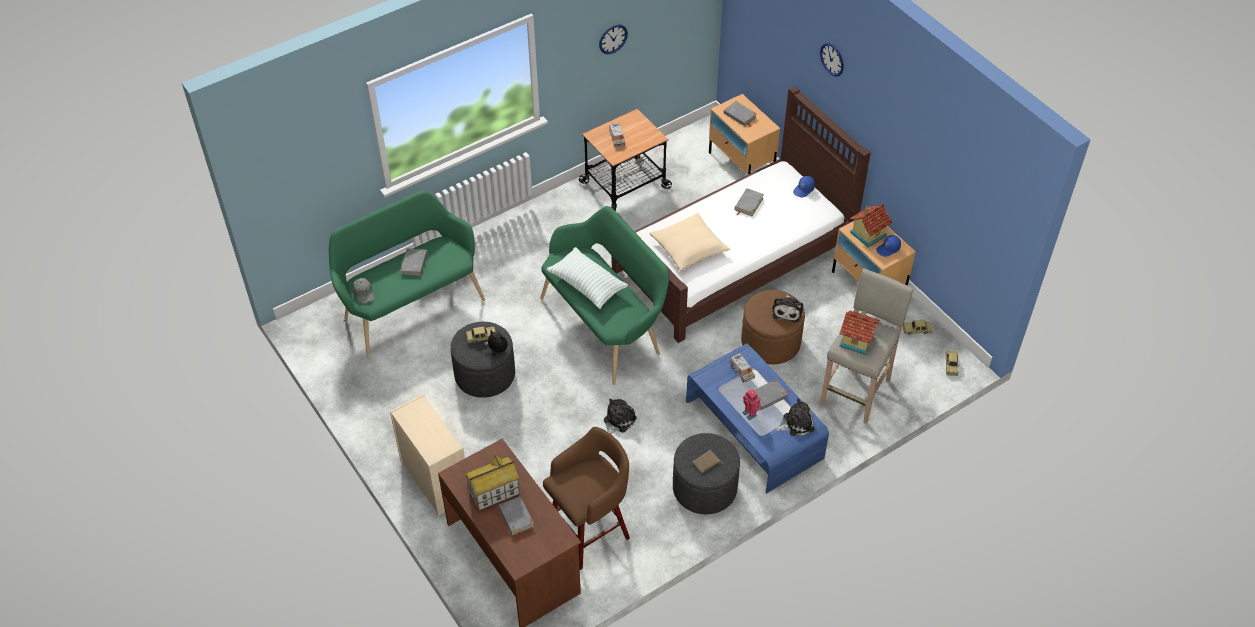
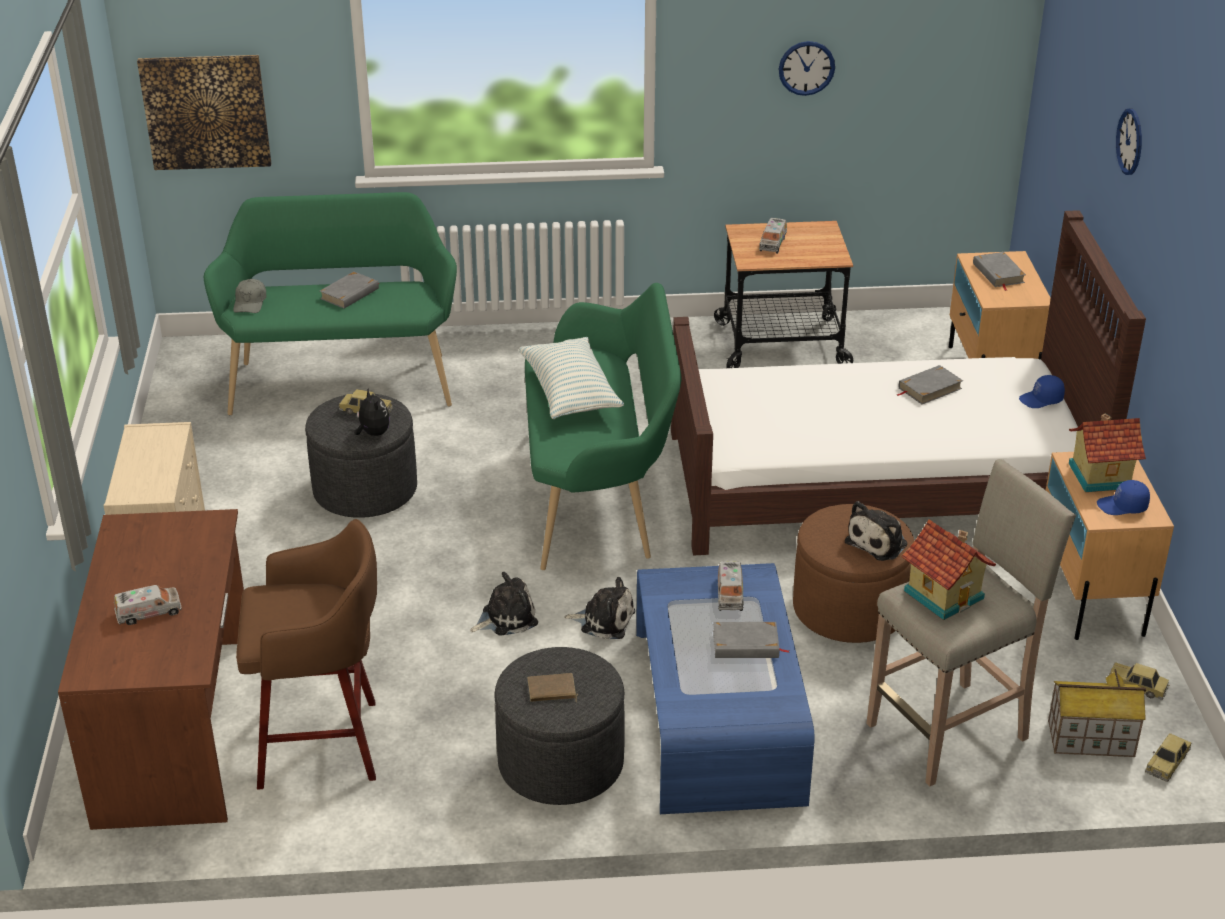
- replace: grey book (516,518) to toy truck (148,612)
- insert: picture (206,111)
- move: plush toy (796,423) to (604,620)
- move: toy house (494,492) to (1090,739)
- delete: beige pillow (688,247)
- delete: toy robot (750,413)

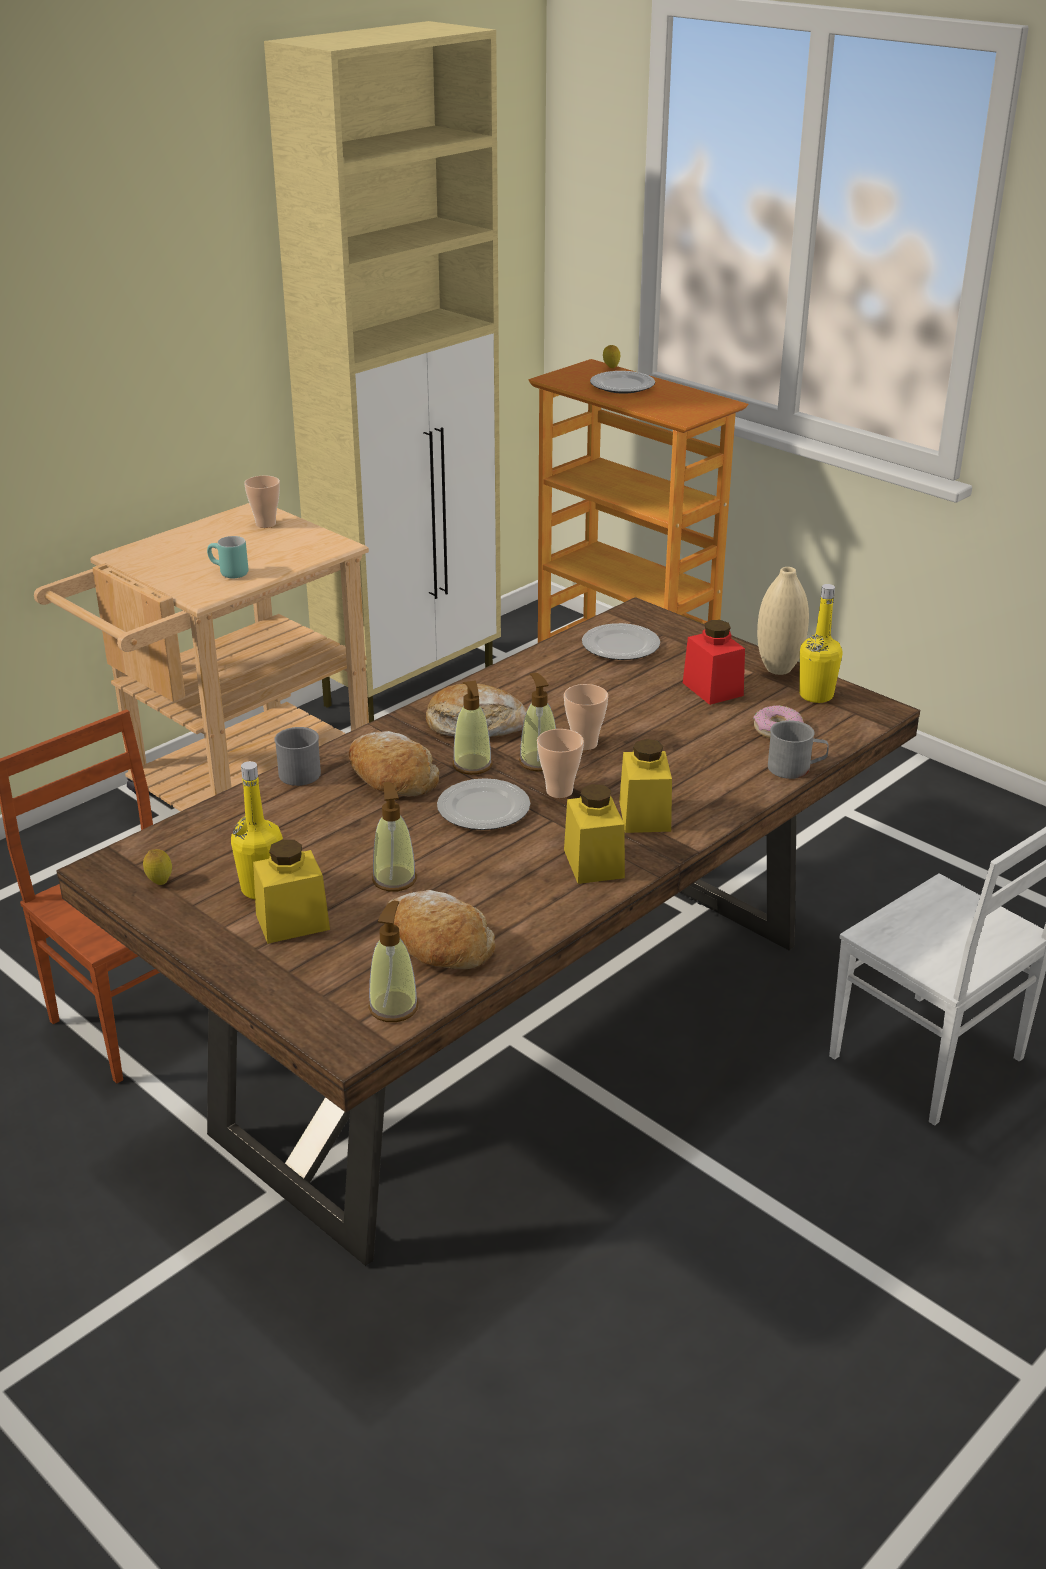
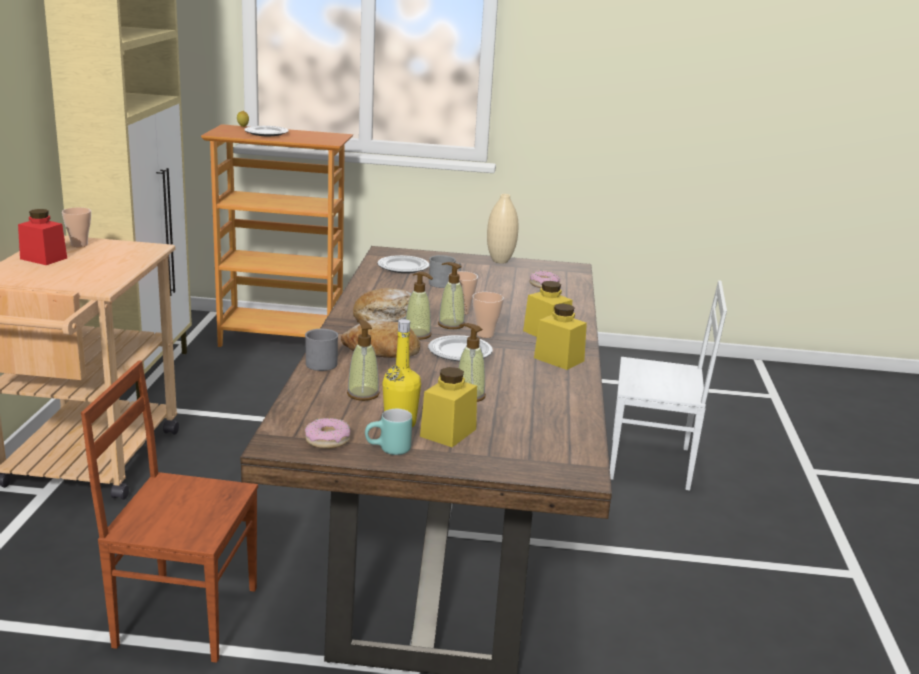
- move: red jar (712,689) to (43,258)
- replace: lemon (160,882) to donut (327,440)
- move: soap dispenser (393,1007) to (363,394)
- move: turquoise mug (227,573) to (388,451)
- move: grey mug (796,768) to (445,283)
- delete: bread (437,945)
- delete: yellow bottle (816,695)

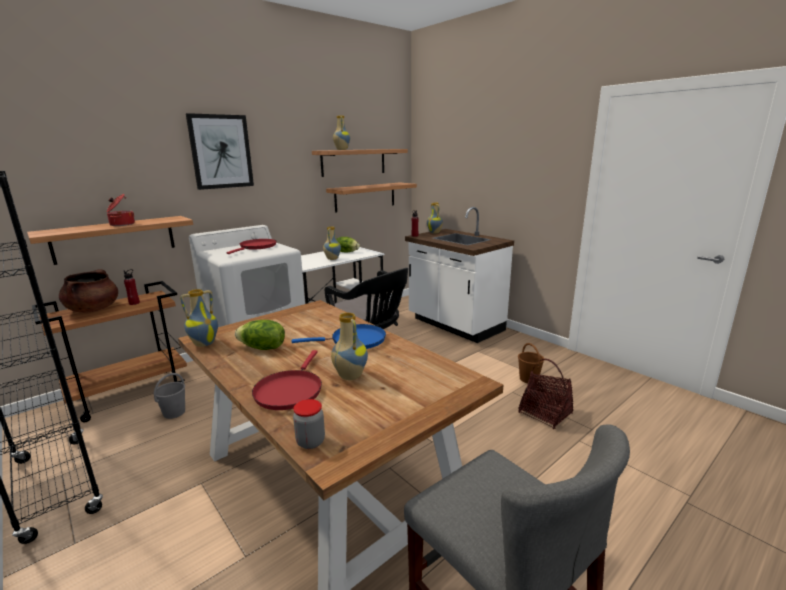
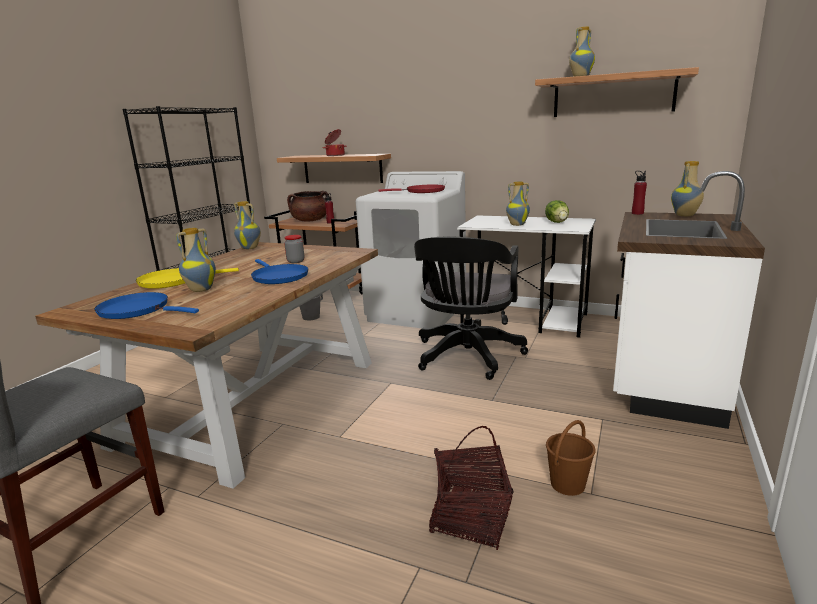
- insert: blue frying pan (138,310)
- recolor: red frying pan (289,391) to yellow frying pan (173,281)
- move: jar (310,442) to (295,261)
- delete: picture (221,152)
- delete: lettuce (262,348)
- delete: shelf (365,197)

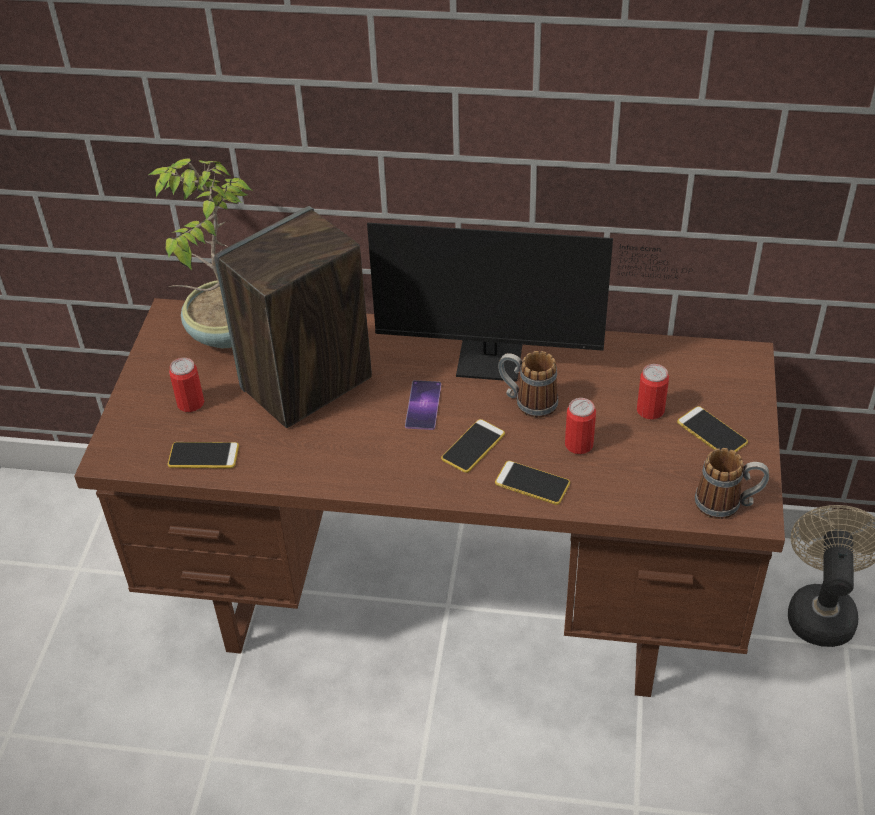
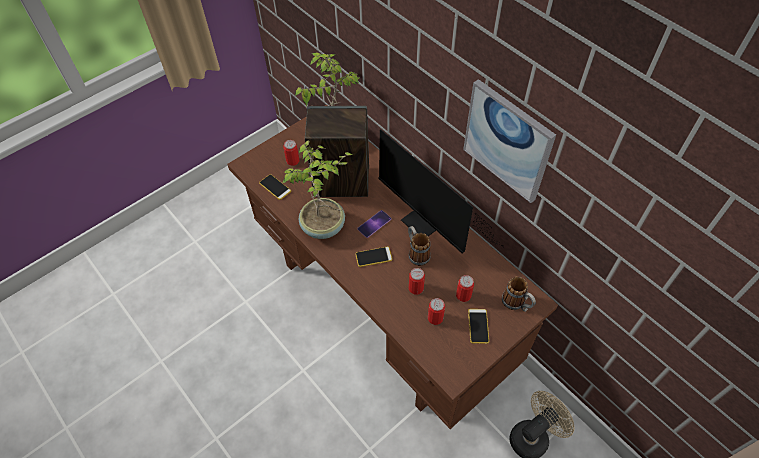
- insert: potted plant (324,227)
- insert: can (435,318)
- insert: picture (507,141)
- move: mug (727,504) to (516,304)
- delete: phone (532,483)

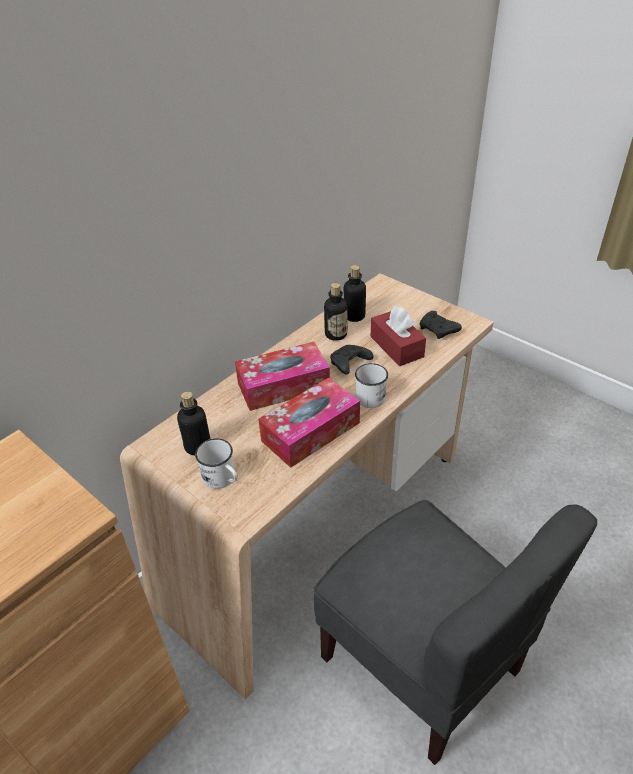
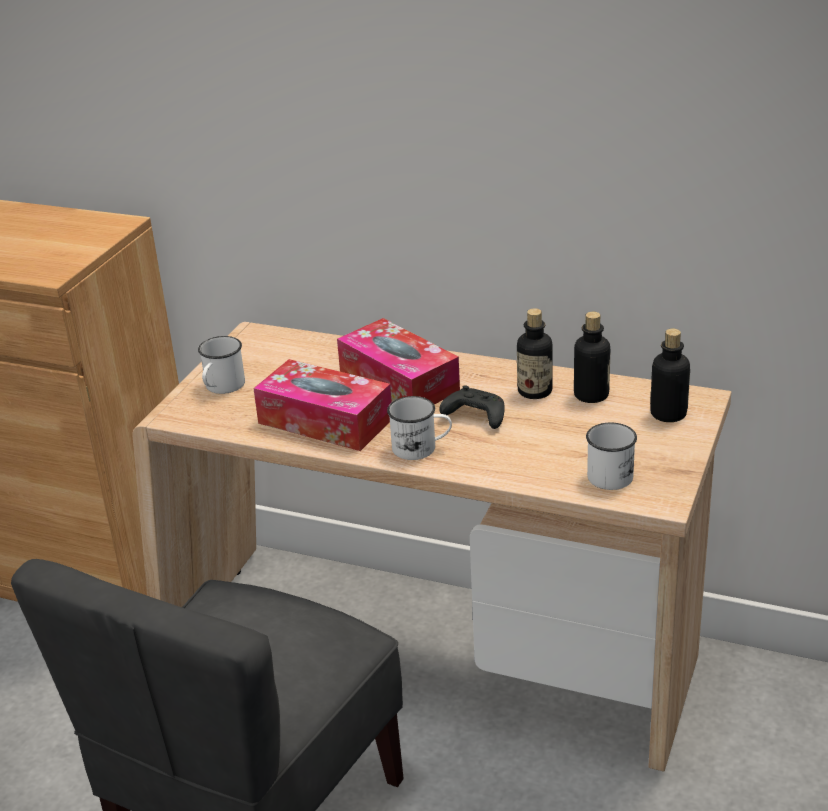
- replace: black game controller (438,330) to white mug (612,473)
- move: bottle (197,446) to (668,414)
- delete: red tissue box (396,347)

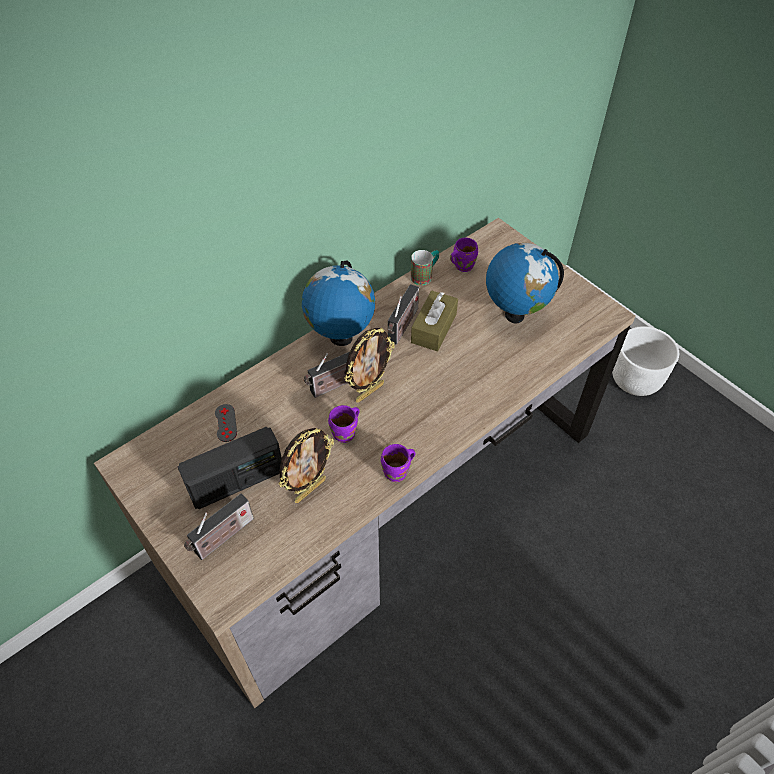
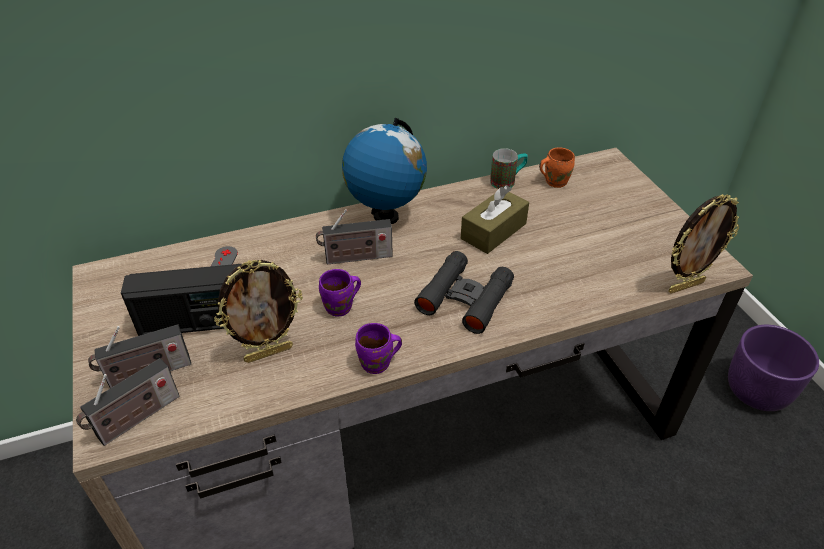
- move: radio (402,327) to (136,419)
- insert: black binoculars (465,298)
- recolor: purple mug (462,265) to orange mug (554,181)
- move: picture frame (369,392) to (685,286)
- recolor: white planter (635,379) to purple planter (756,390)
- delete: globe (514,314)

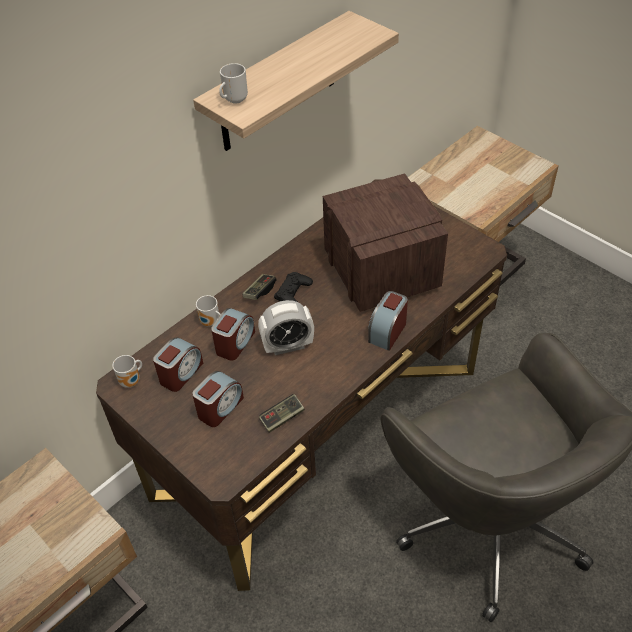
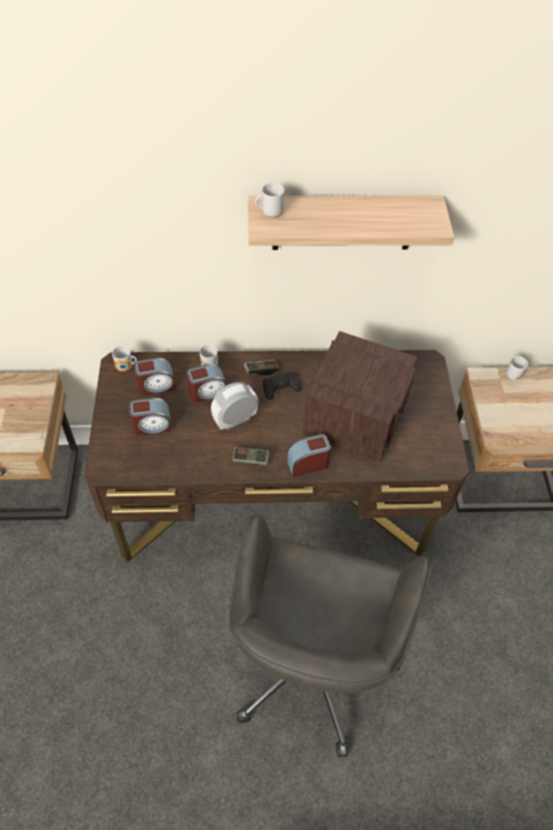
- rotate: alarm clock (288,346) = (235,420) 120 degrees clockwise
- move: game controller (282,417) to (251,460)
- insert: mug (513,375)

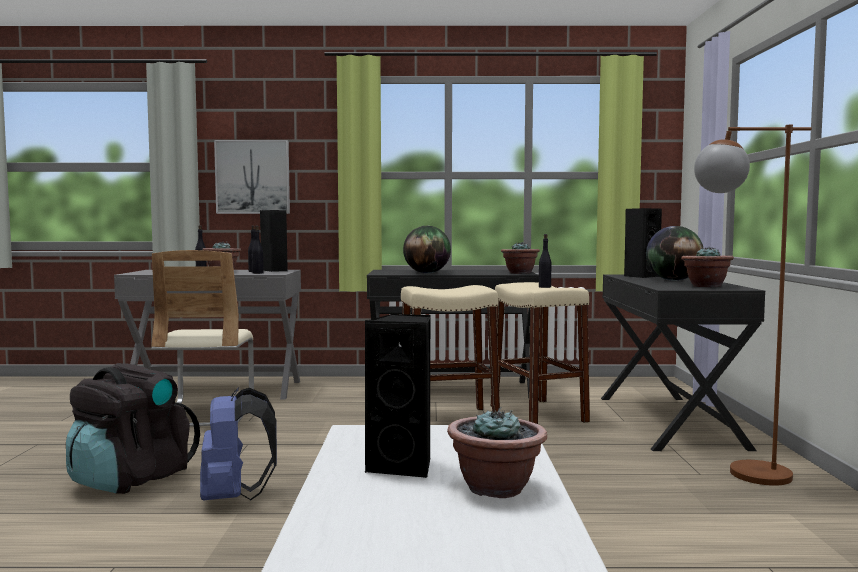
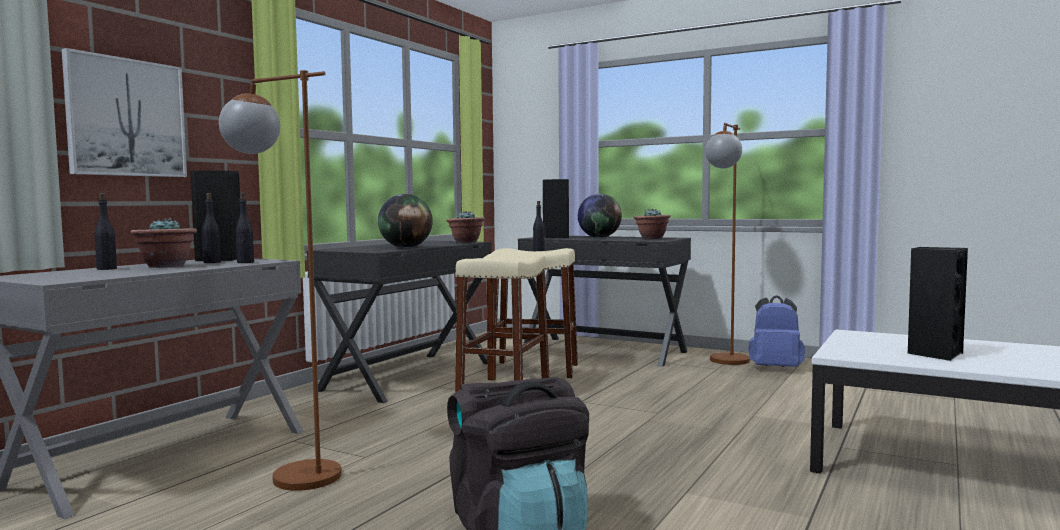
- replace: beige chair (206,414) to brown floor lamp (288,473)
- move: blue backpack (233,497) to (775,368)
- delete: potted plant (496,488)

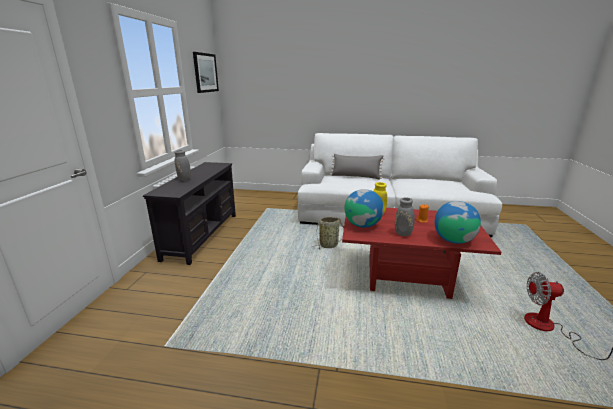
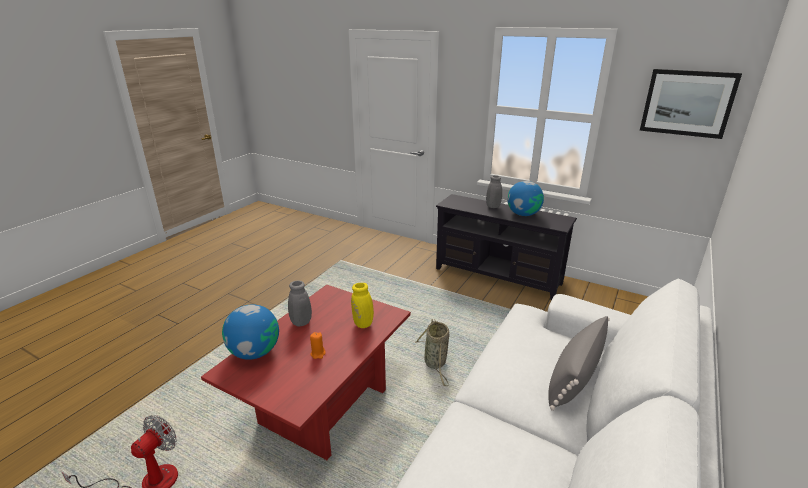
- move: globe (362,225) to (523,214)

